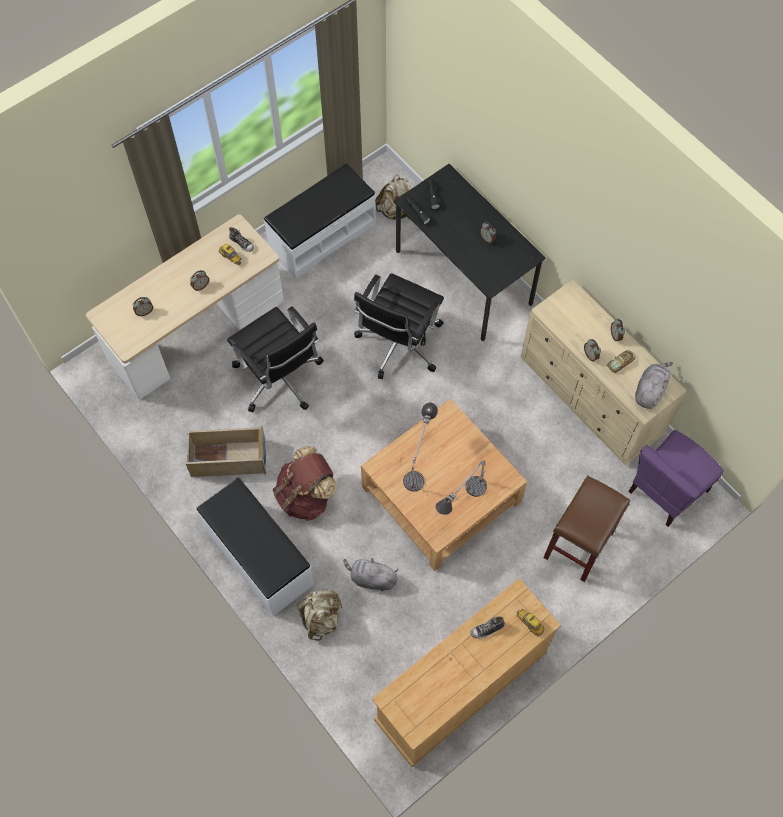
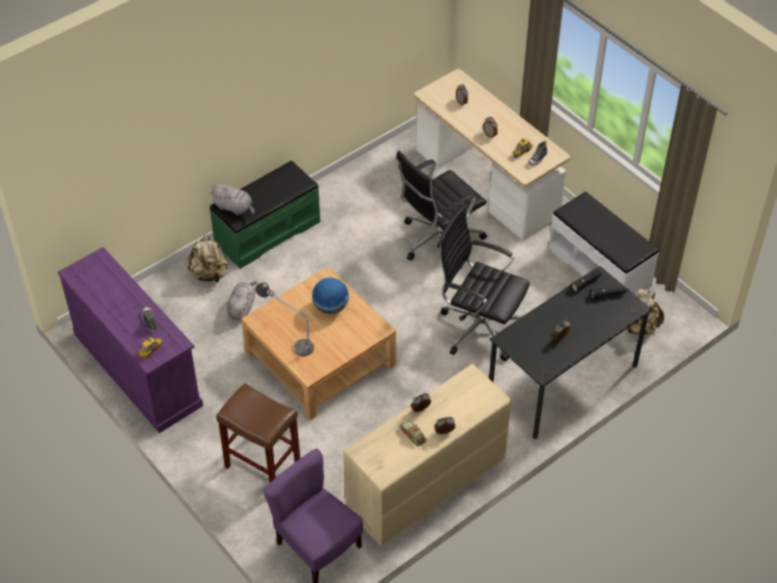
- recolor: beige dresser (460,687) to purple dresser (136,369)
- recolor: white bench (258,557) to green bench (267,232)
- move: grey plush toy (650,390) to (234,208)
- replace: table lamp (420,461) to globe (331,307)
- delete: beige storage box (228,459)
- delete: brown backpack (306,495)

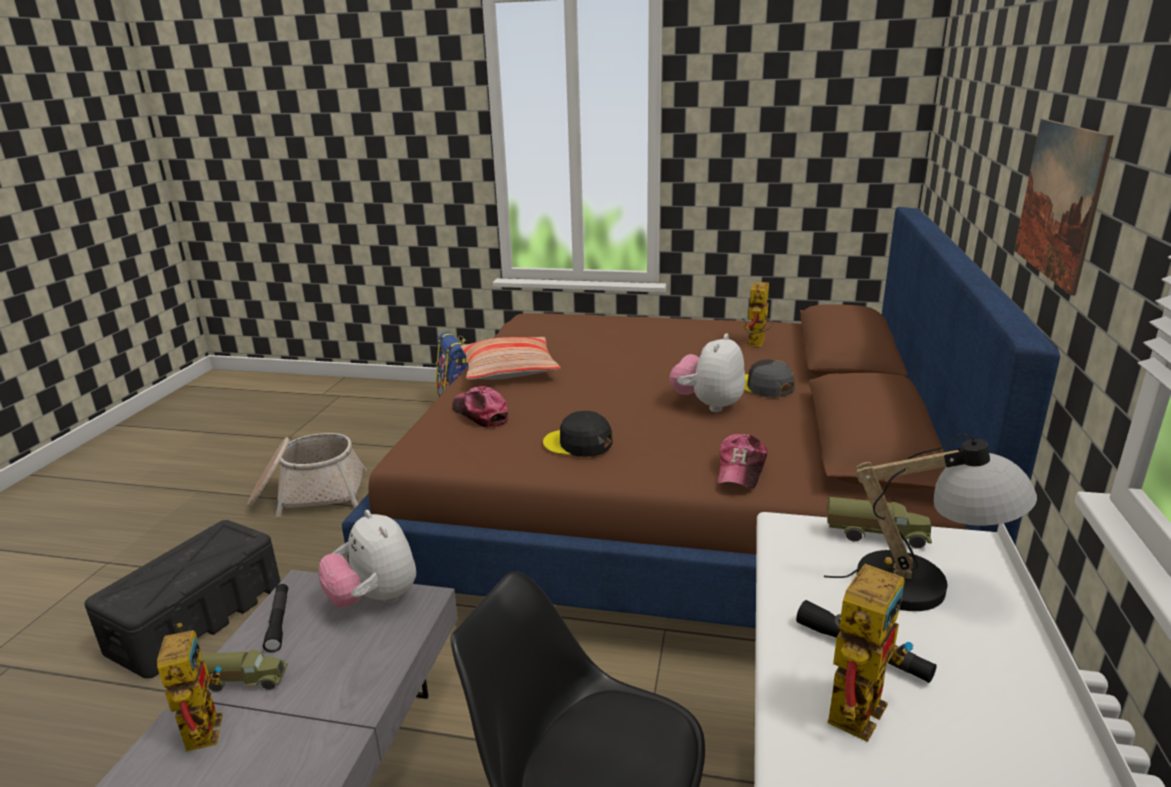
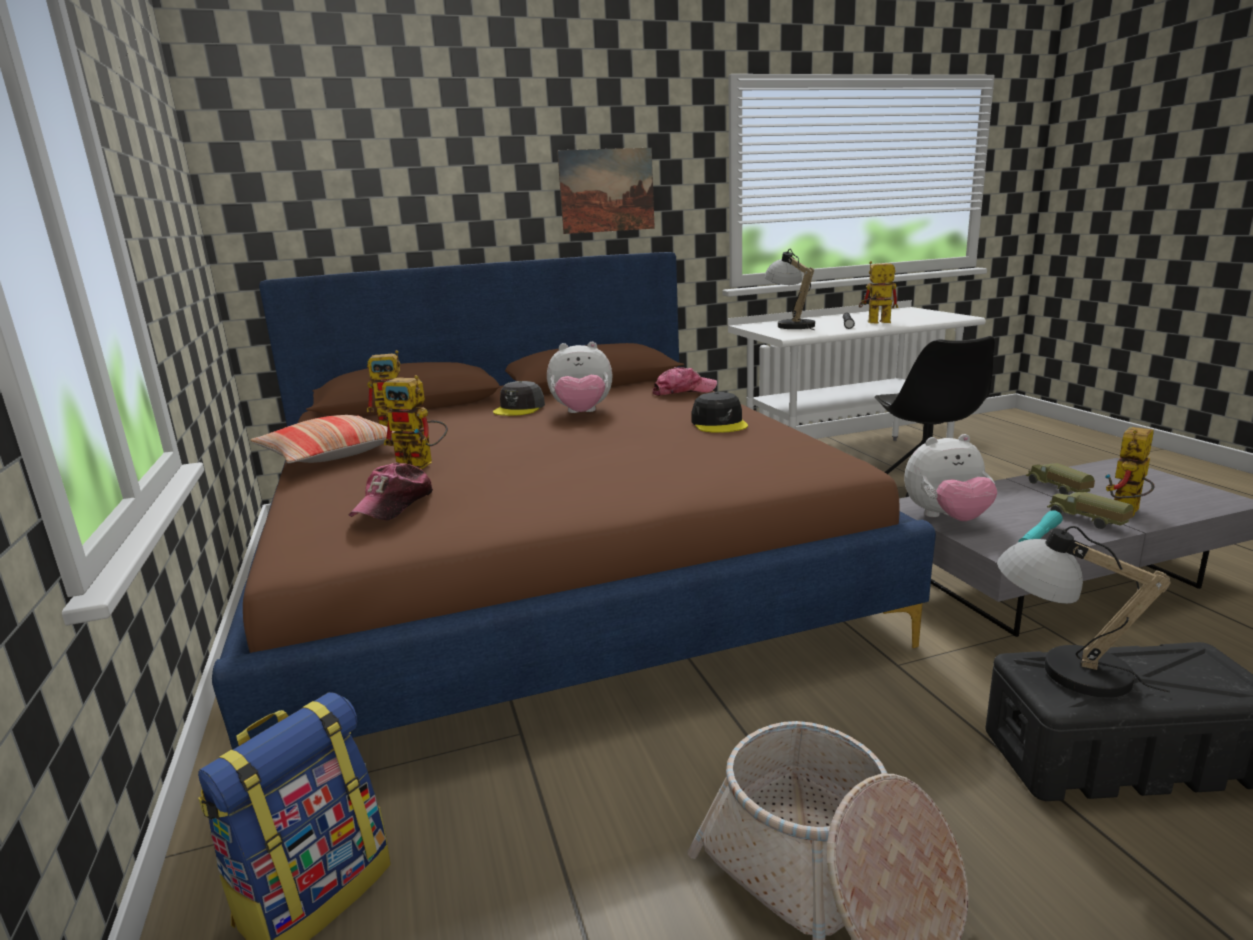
- move: pillow (509,370) to (330,454)
- move: cap (480,414) to (394,504)
- insert: toy robot (422,464)
- rotate: plush toy (374,599) = (946,518) 60 degrees clockwise
- insert: table lamp (1061,669)
- recolor: black flashlight (278,622) to turquoise flashlight (1038,537)
- move: toy truck (875,535) to (1057,489)

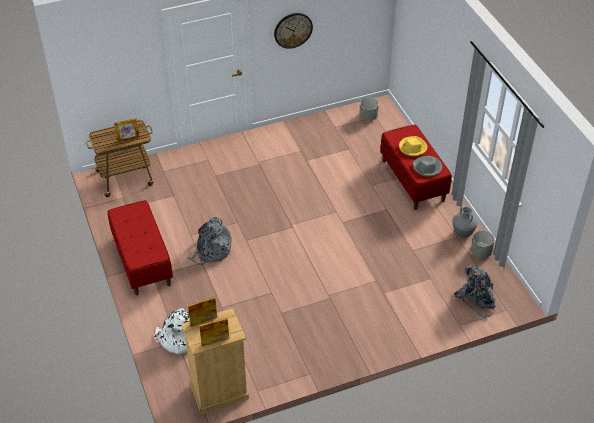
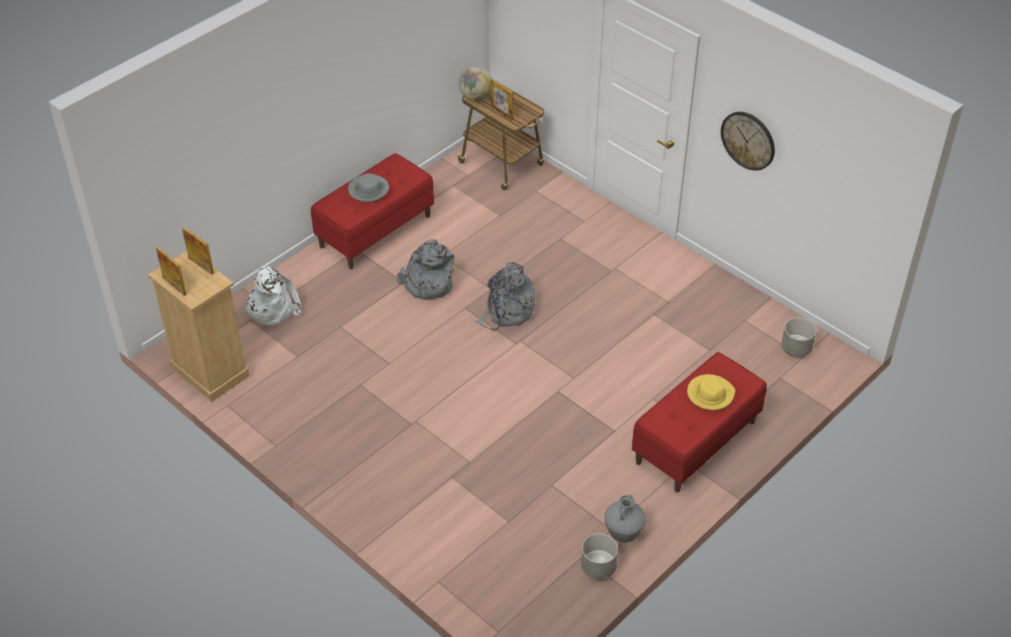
- move: grey hat (427,167) to (368,190)
- insert: globe (476,97)
- move: grey backpack (476,299) to (506,311)

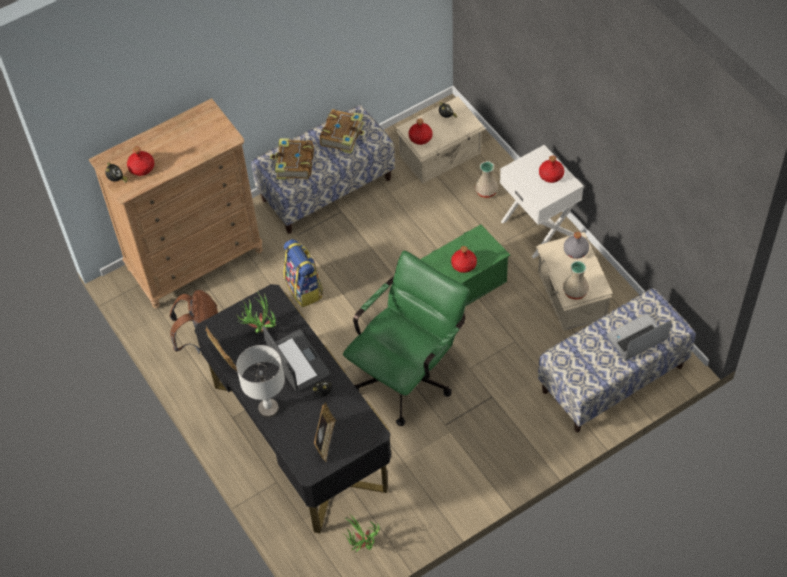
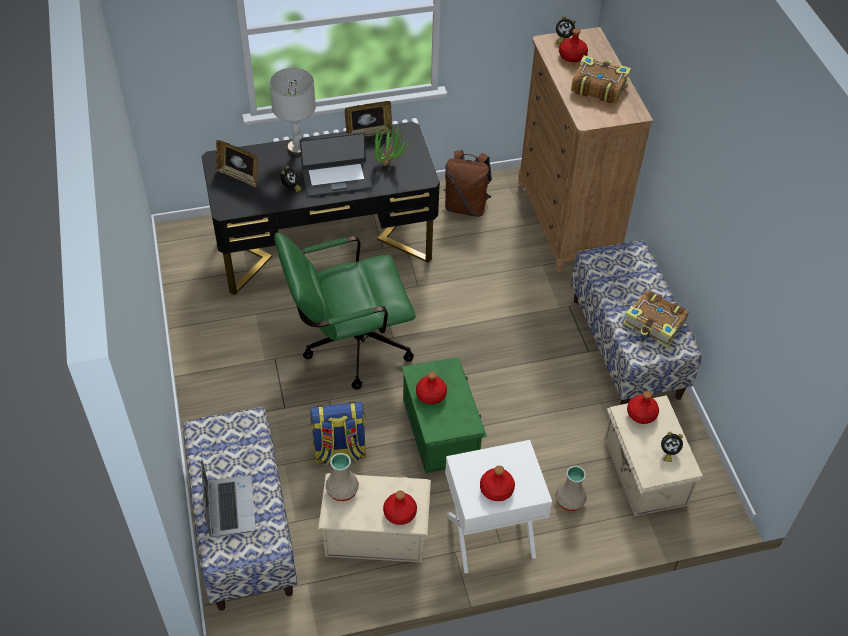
- rotate: green office chair (408,375) = (348,347) 105 degrees clockwise
- move: backpack (304,289) to (339,451)
- recolor: grey bottle (576,251) to red bottle (399,513)
- move: book (294,164) to (598,86)
- delete: potted plant (361,546)

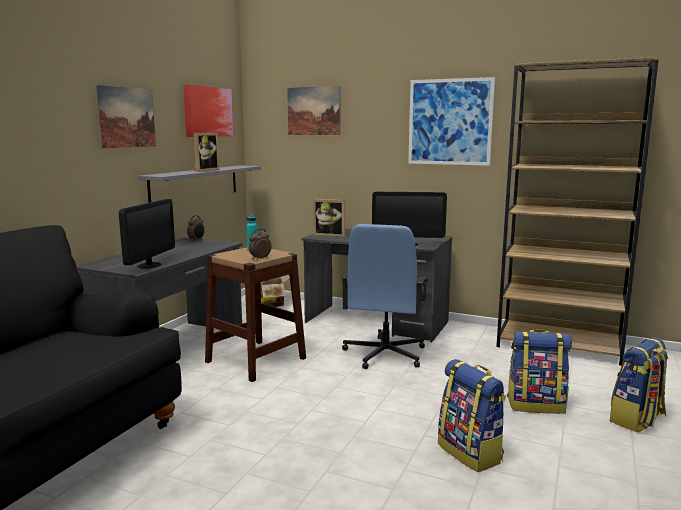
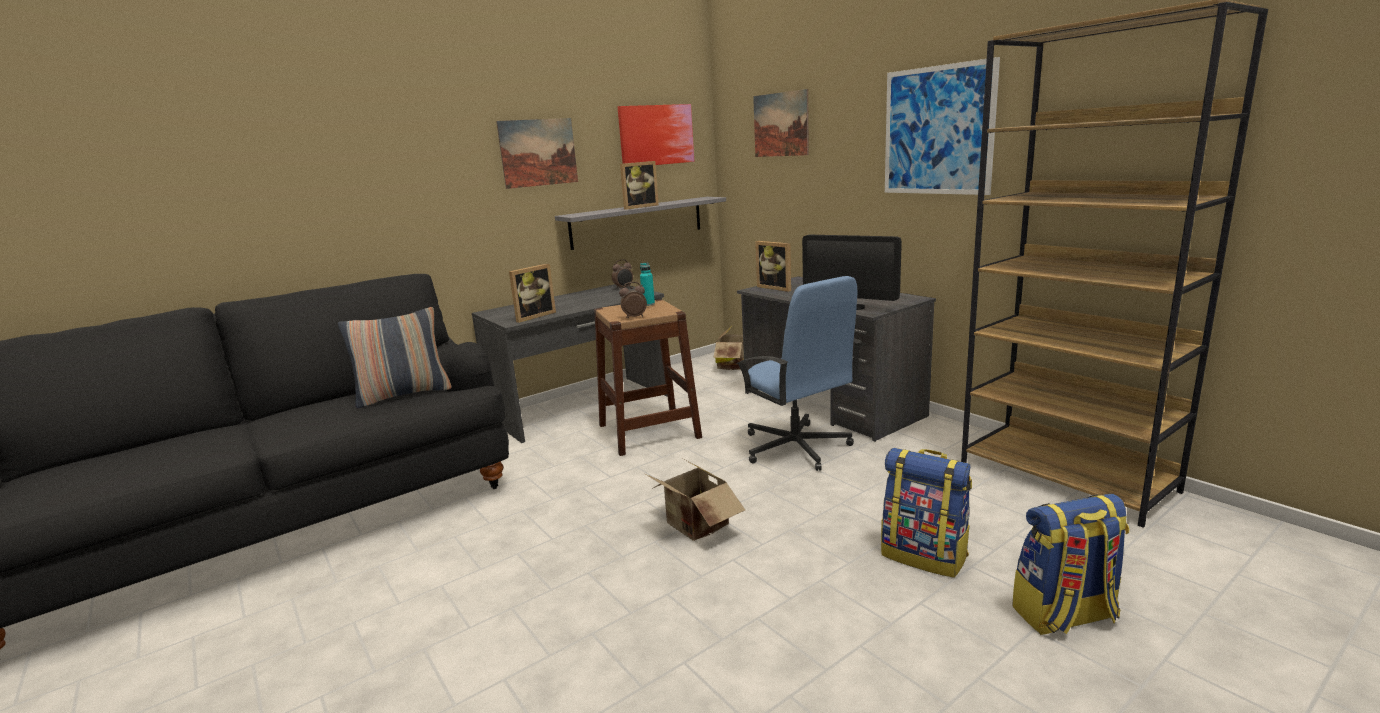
- insert: pillow (404,394)
- replace: monitor (149,265) to picture frame (533,316)
- insert: cardboard box (694,528)
- rotate: blue office chair (384,354) = (796,448) 75 degrees counterclockwise
- delete: backpack (470,453)

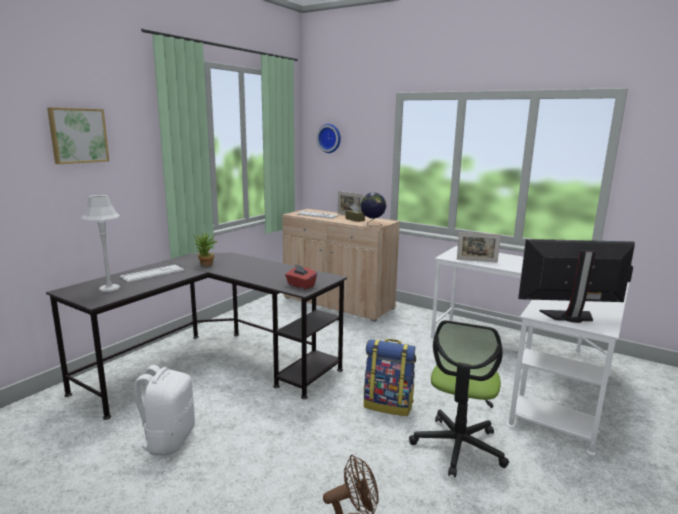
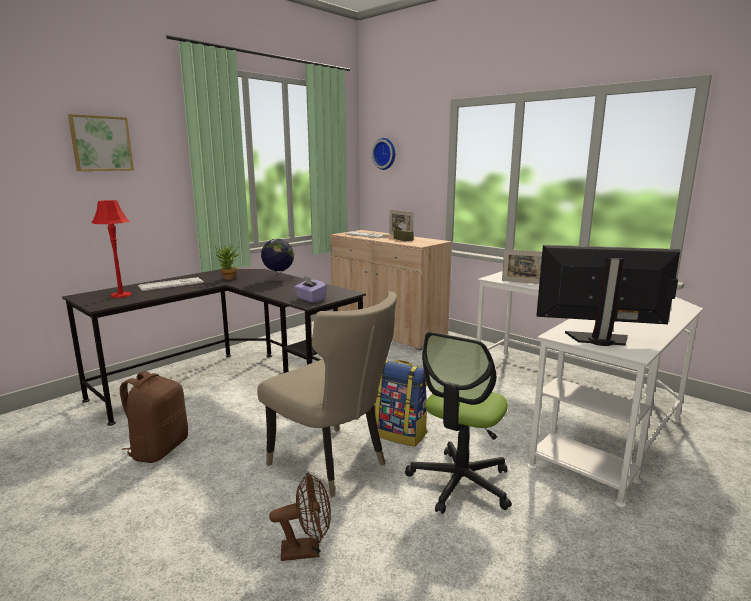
- recolor: grey table lamp (109,288) to red table lamp (121,295)
- recolor: white backpack (168,440) to brown backpack (158,449)
- insert: beige chair (332,463)
- move: globe (372,225) to (278,279)
- recolor: red tissue box (301,285) to purple tissue box (310,299)

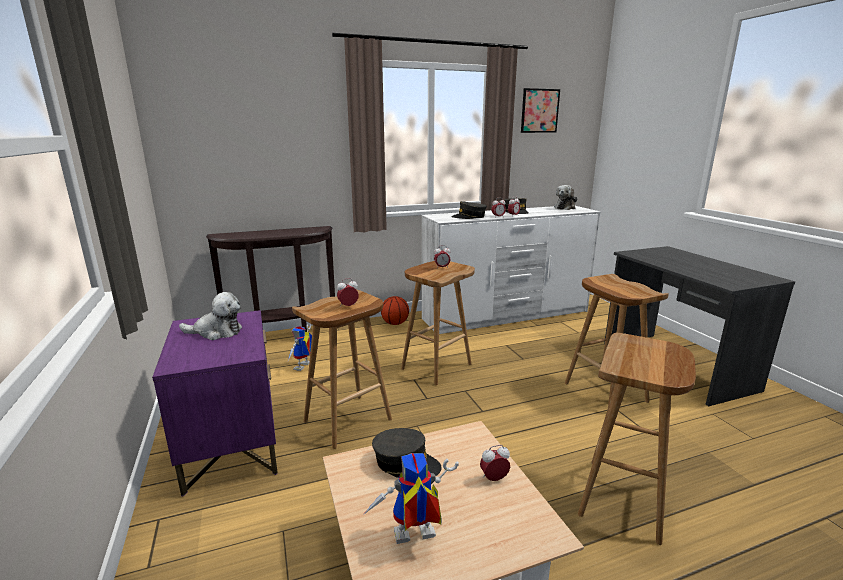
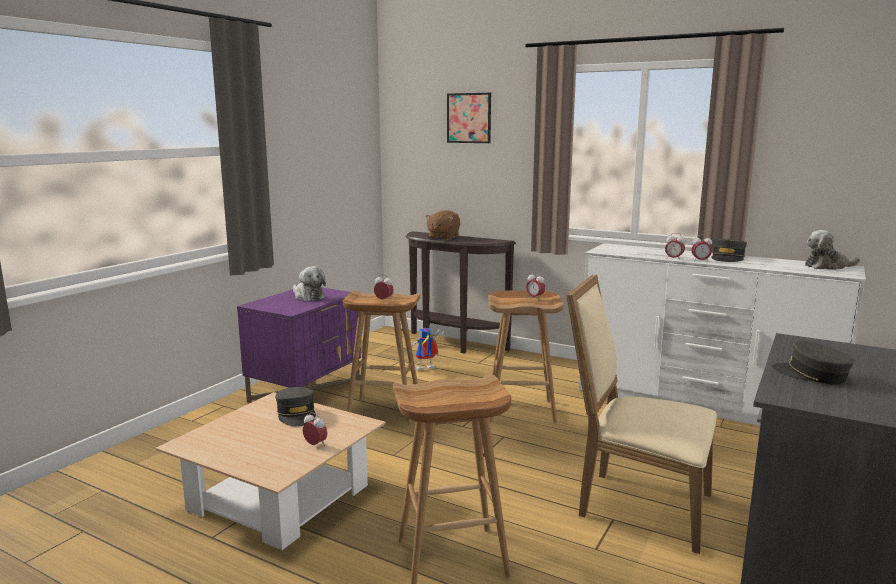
- insert: brown plush toy (443,237)
- move: picture (539,111) to (469,118)
- replace: brown stool (604,392) to beige chair (637,504)
- move: grey cap (469,217) to (811,375)
- delete: toy robot (412,540)
- delete: basketball (395,323)

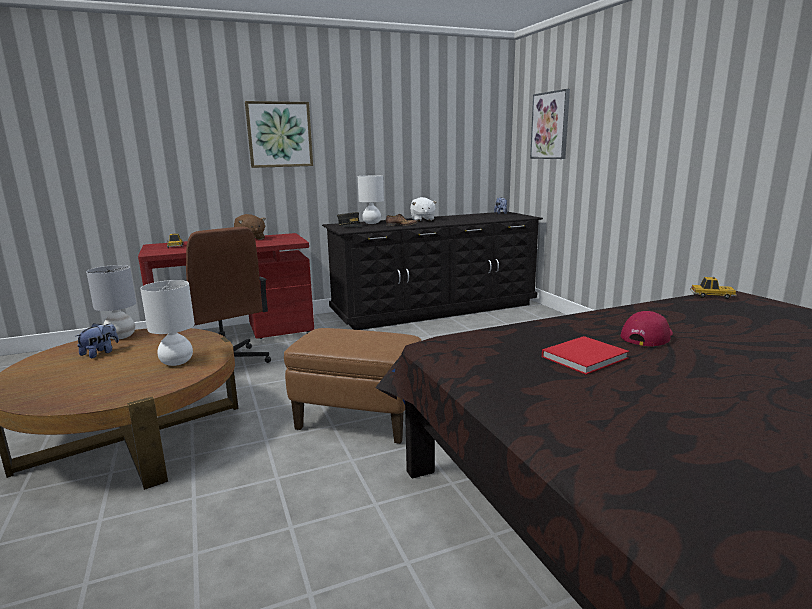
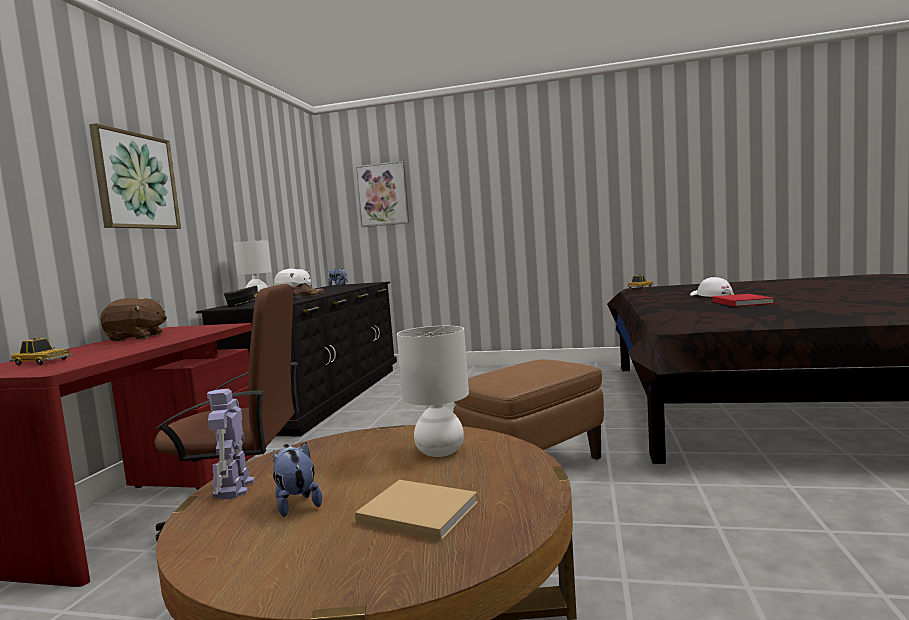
- replace: grey table lamp (120,337) to toy robot (234,489)
- insert: beige book (415,512)
- recolor: red cap (647,336) to white cap (710,295)

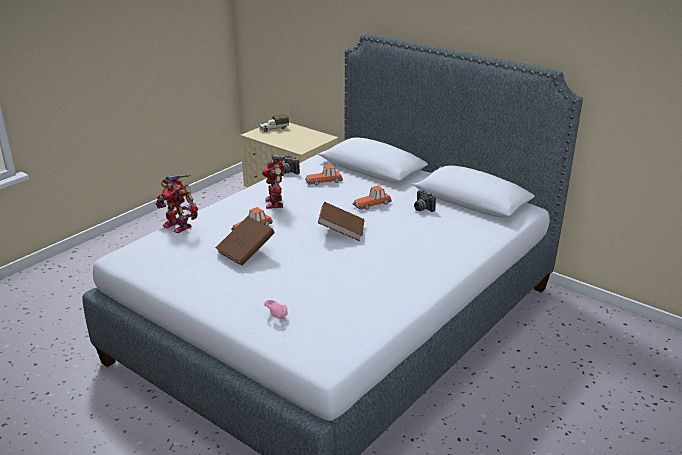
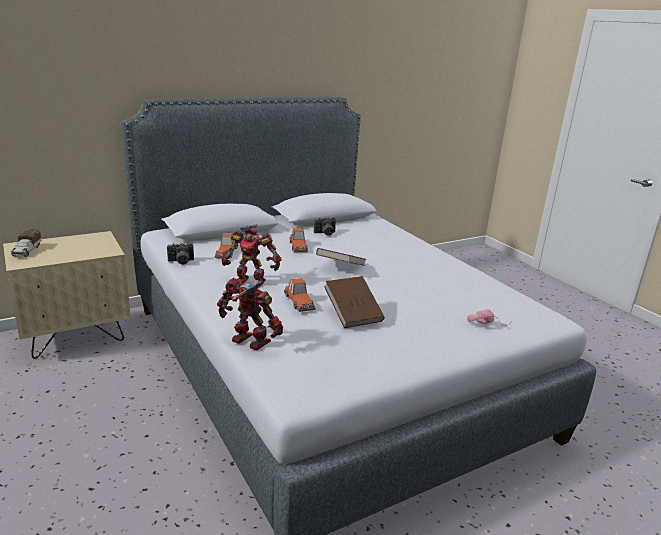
- rotate: toy robot (179,225) = (249,342) 120 degrees counterclockwise

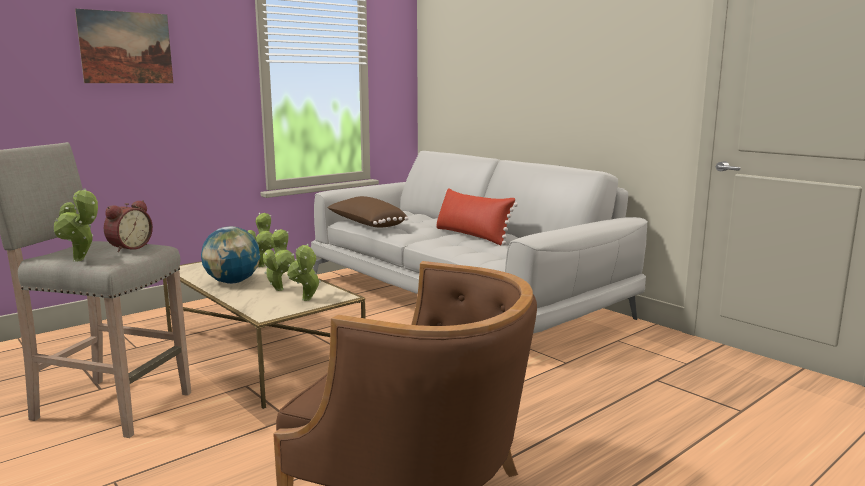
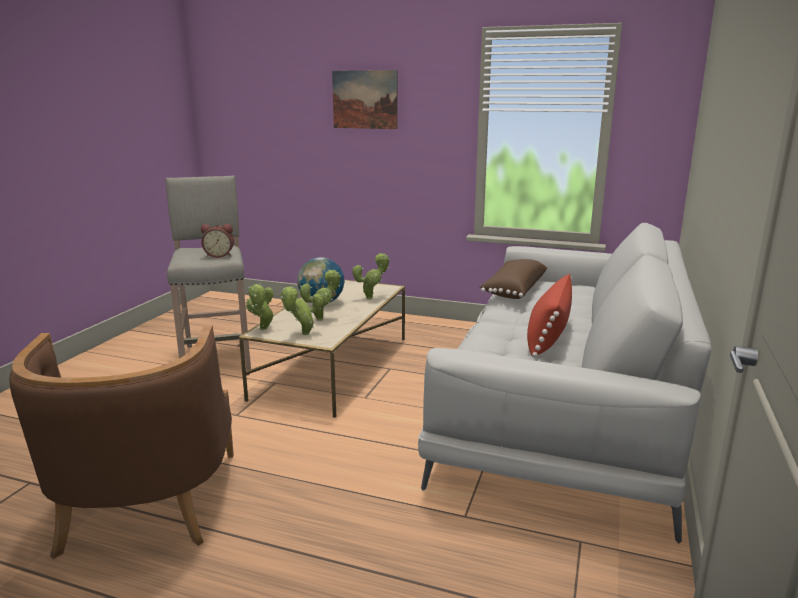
- move: potted plant (81,260) to (262,330)

